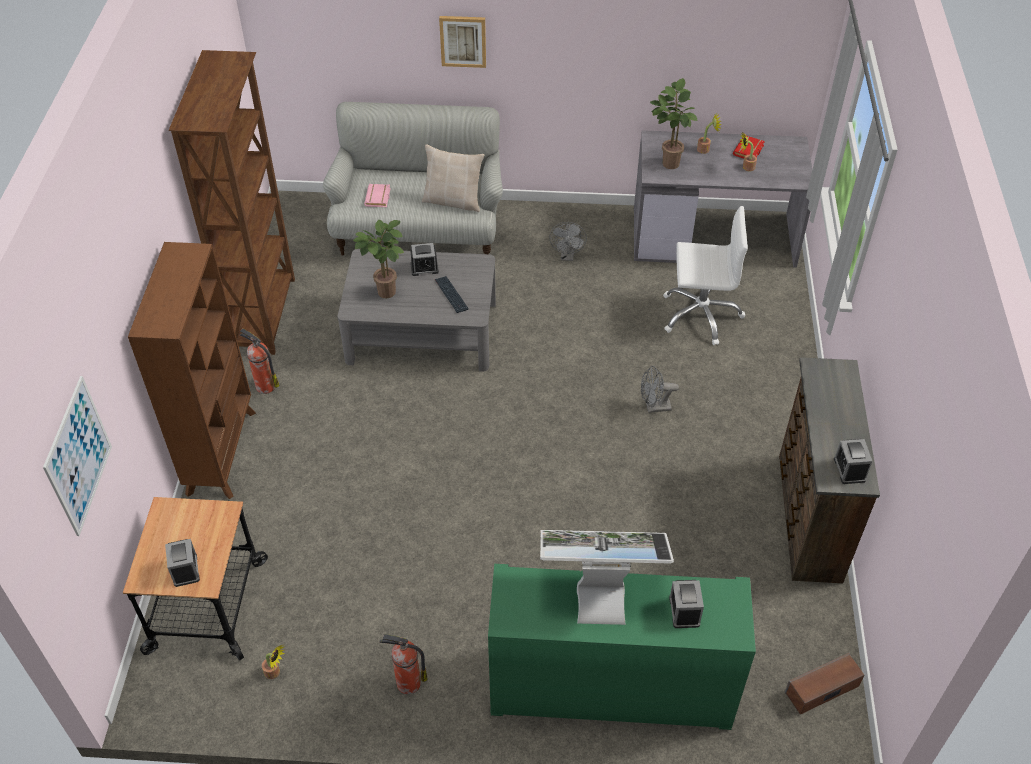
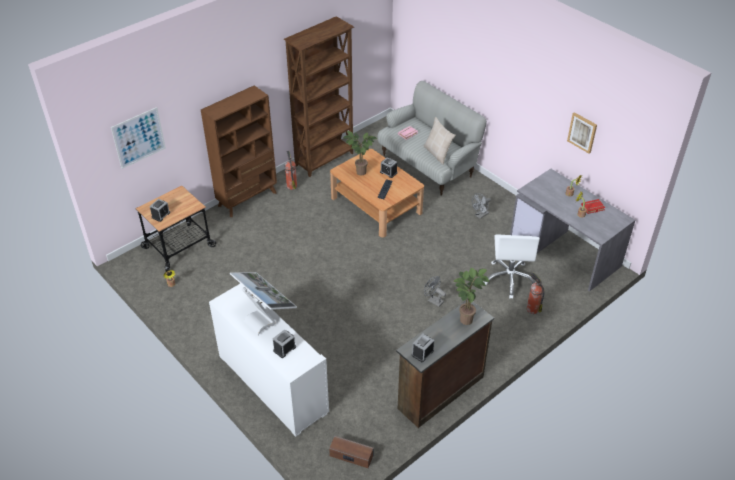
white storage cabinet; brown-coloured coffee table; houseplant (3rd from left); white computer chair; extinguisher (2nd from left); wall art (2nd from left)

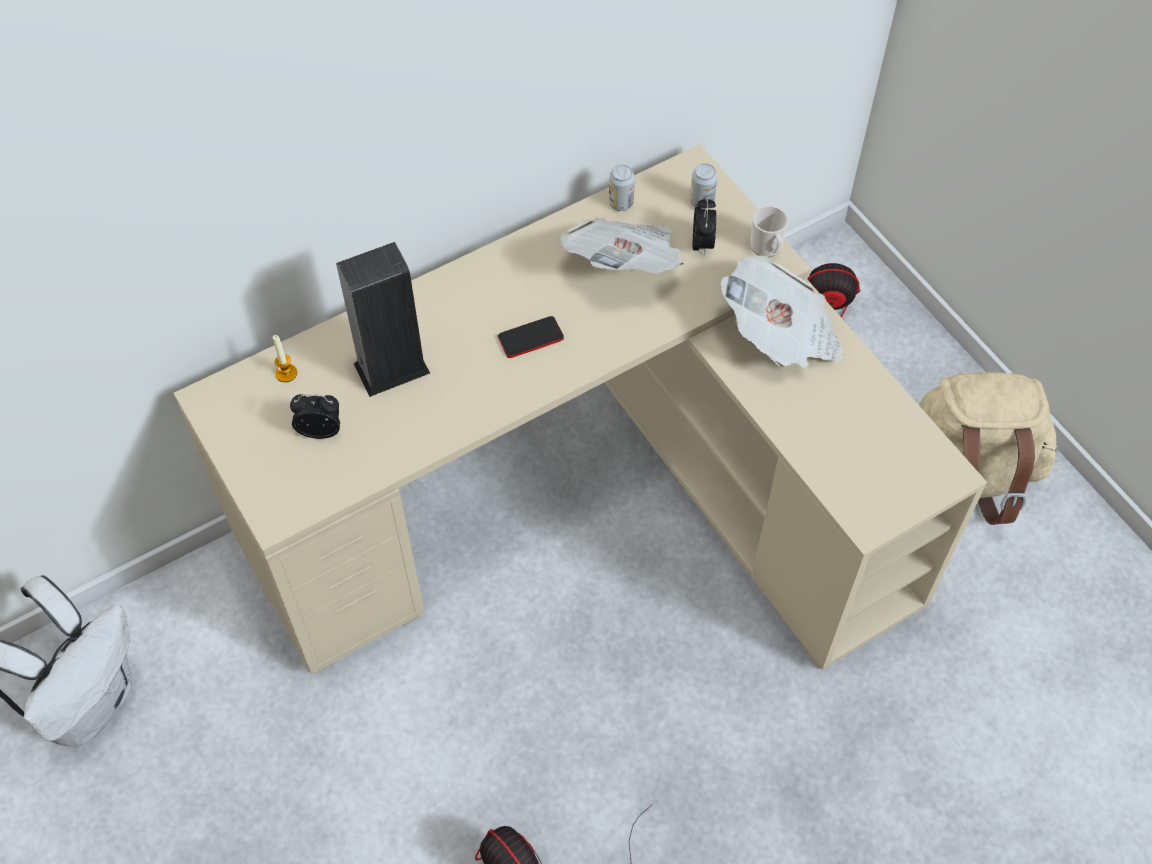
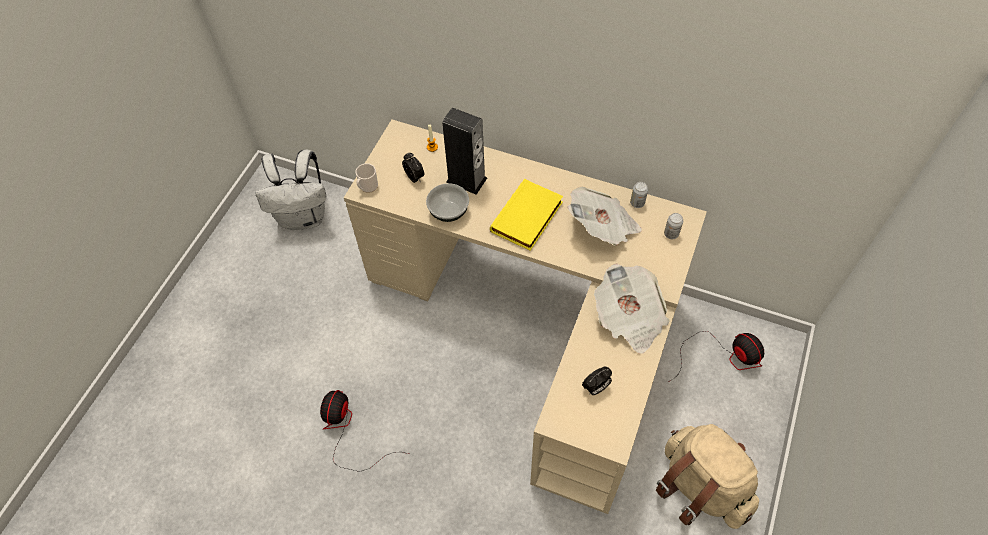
coffee mug; bowl; yellowish bound book; table clock (2nd from left)

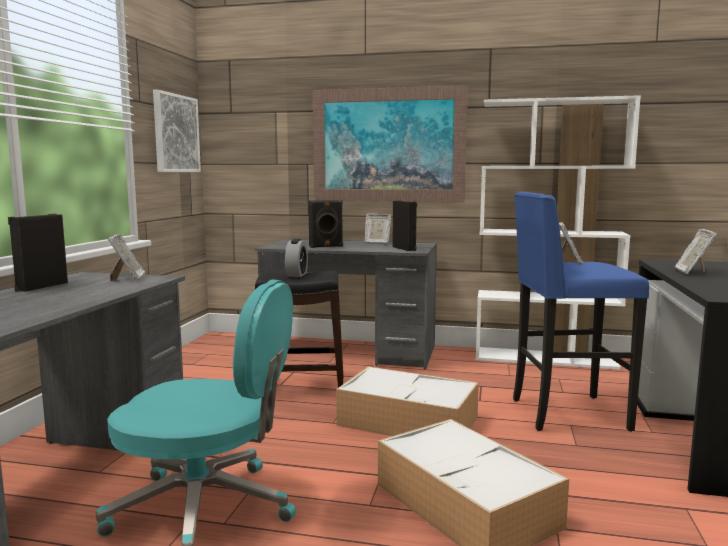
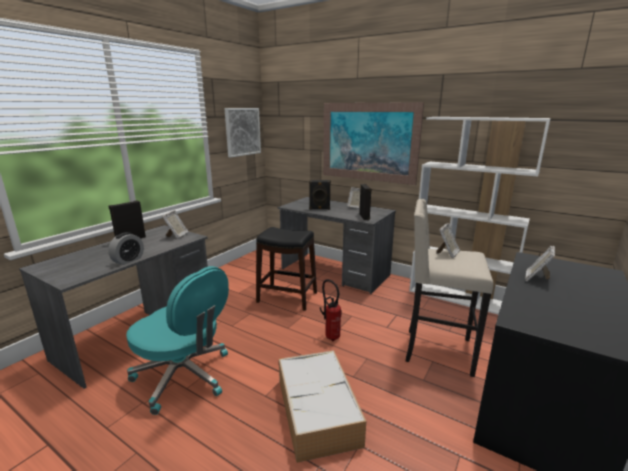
table clock; extinguisher; beige sitting stool

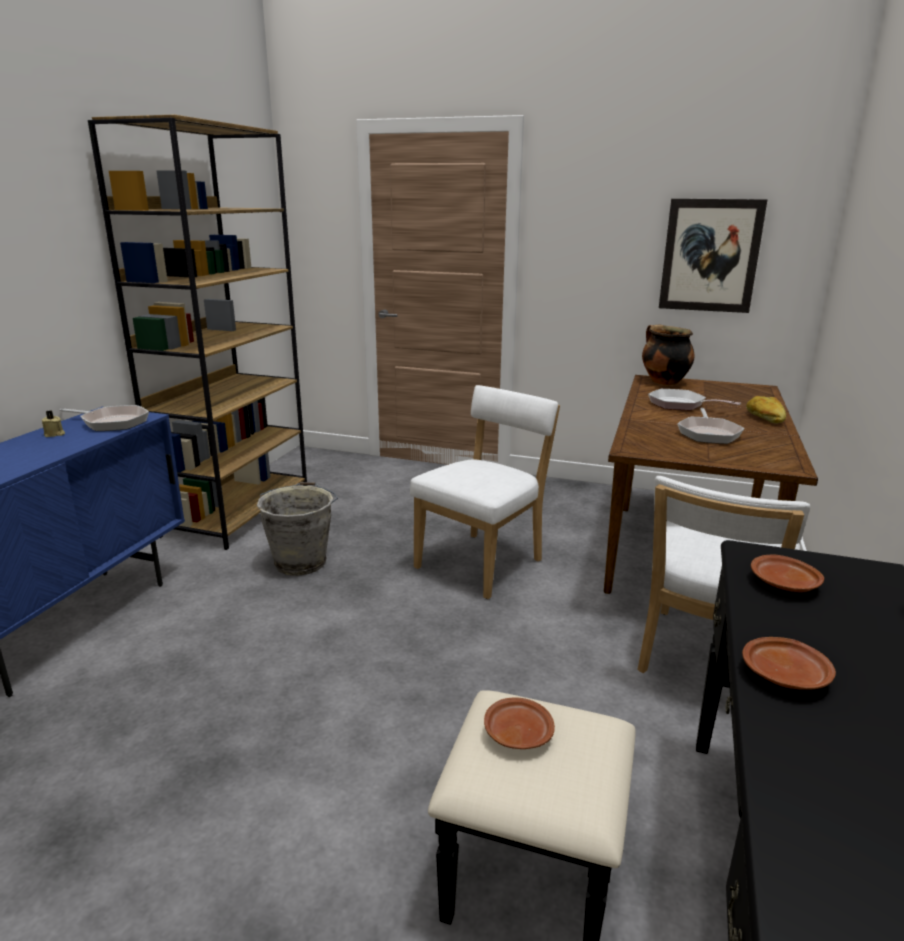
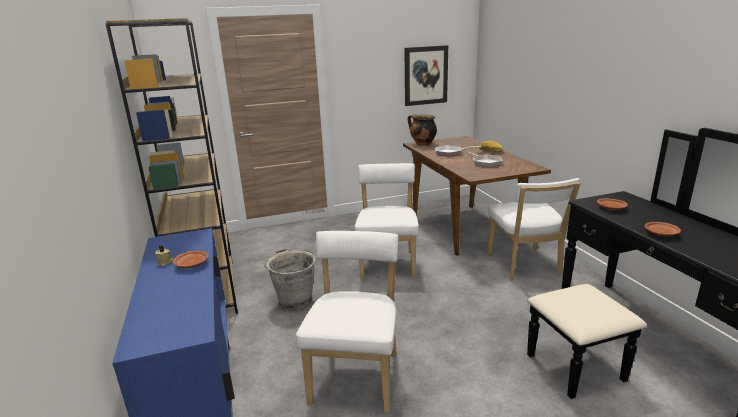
brown-coloured flat dish (1st from left); white plain chair (1st from left); skillet (1st from left in the first image)

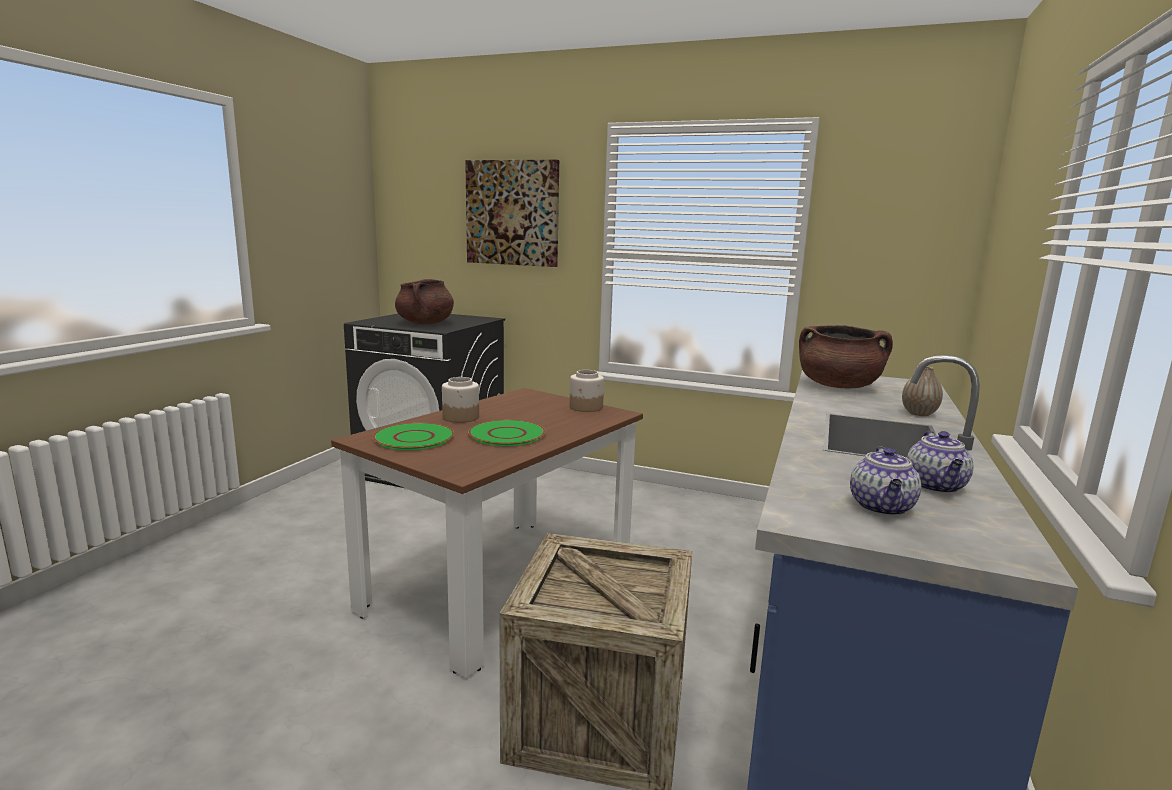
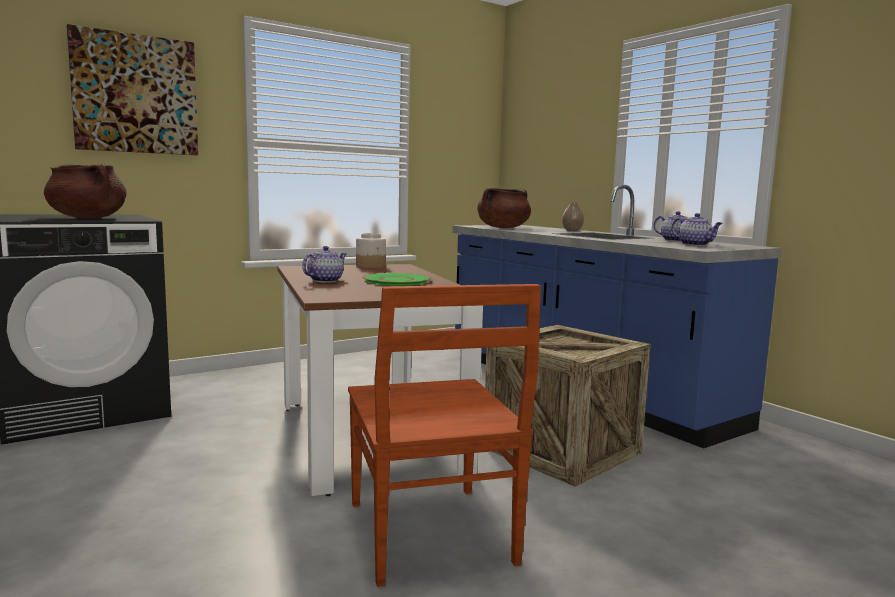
tea pot (1st from left); brown-coloured plain chair; green flat dish (1st from left in the first image)

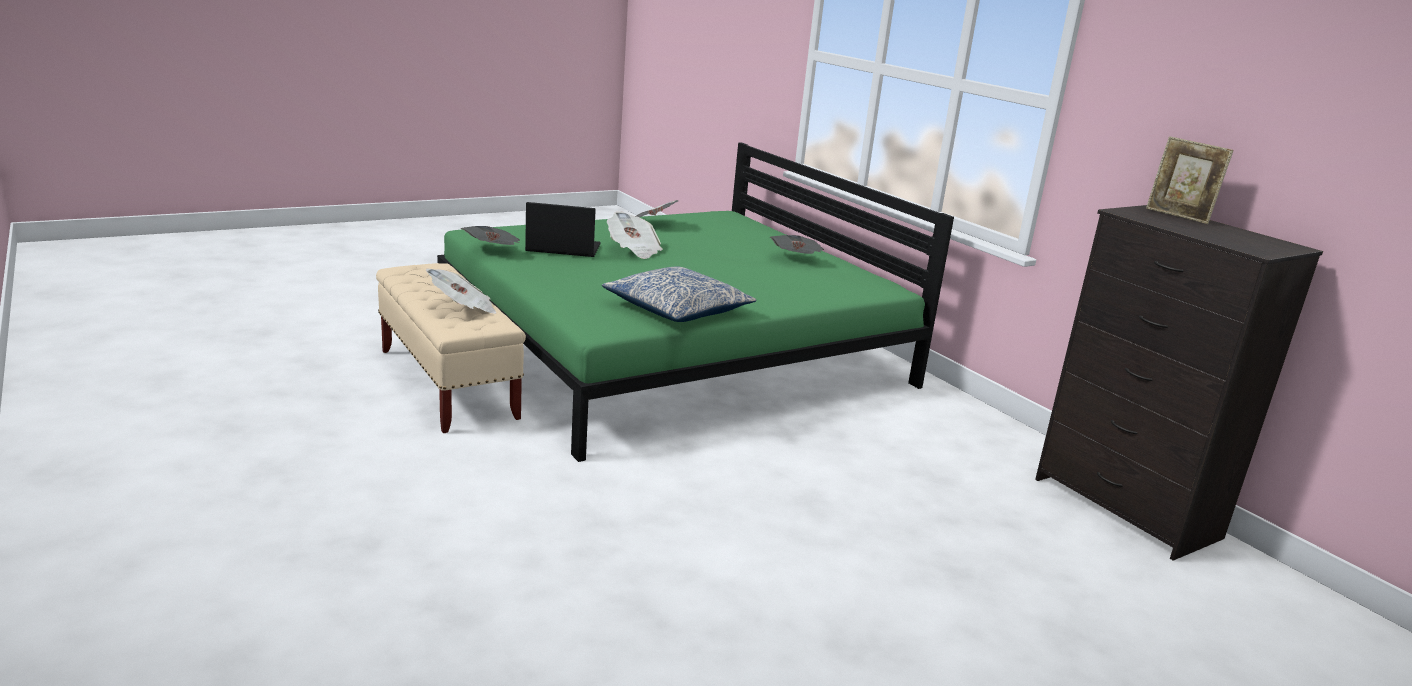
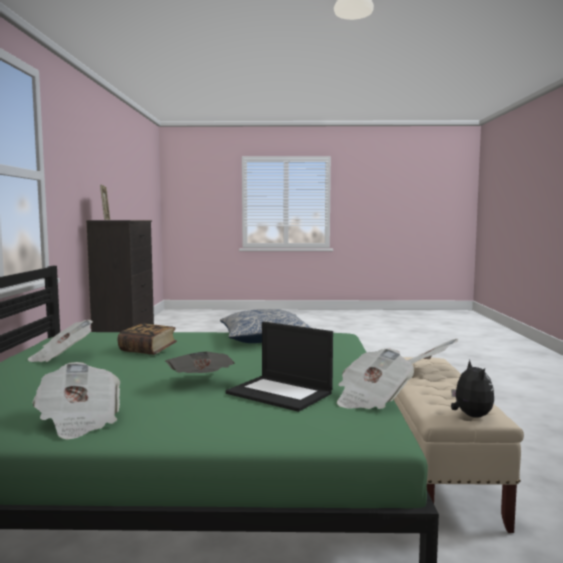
bound book; plush toy

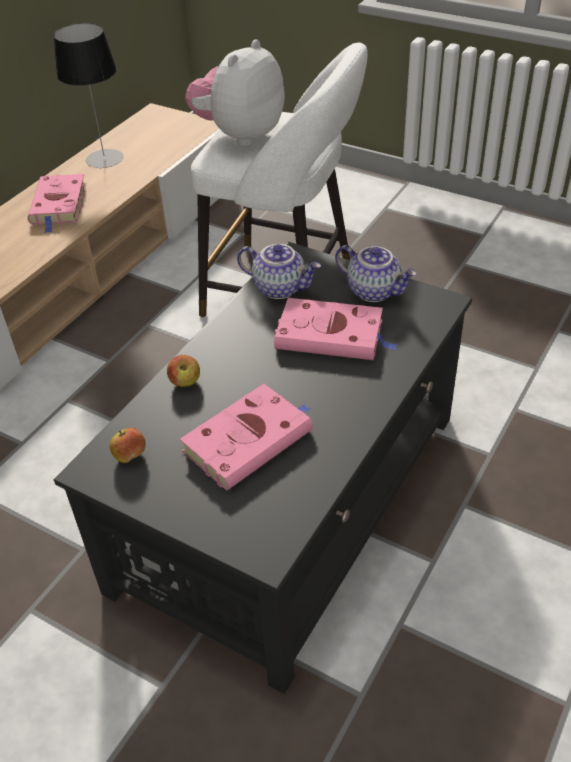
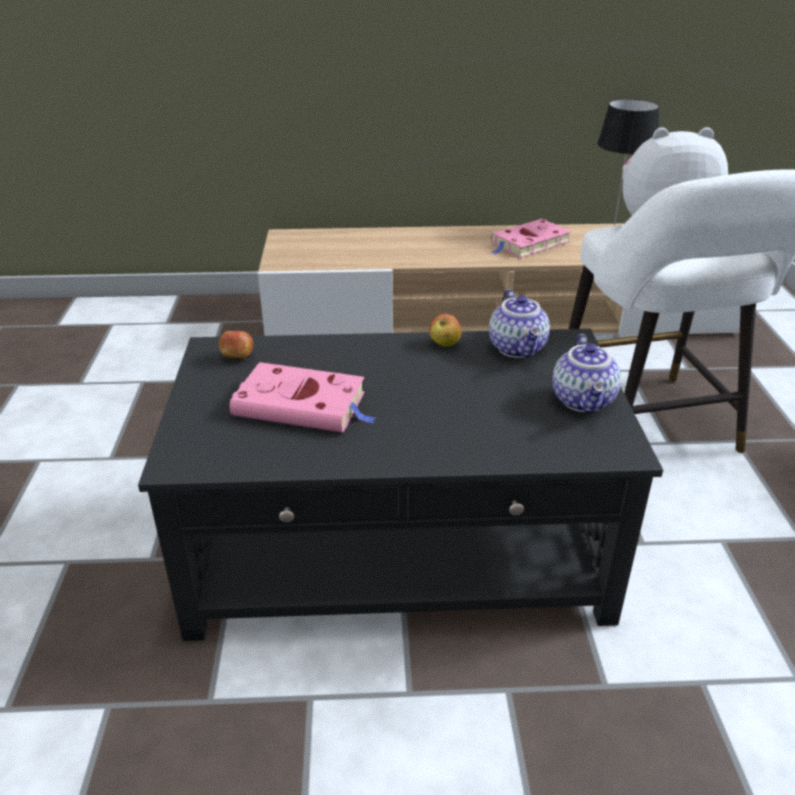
apple (2nd from left); pink bound book (3rd from left in the first image)

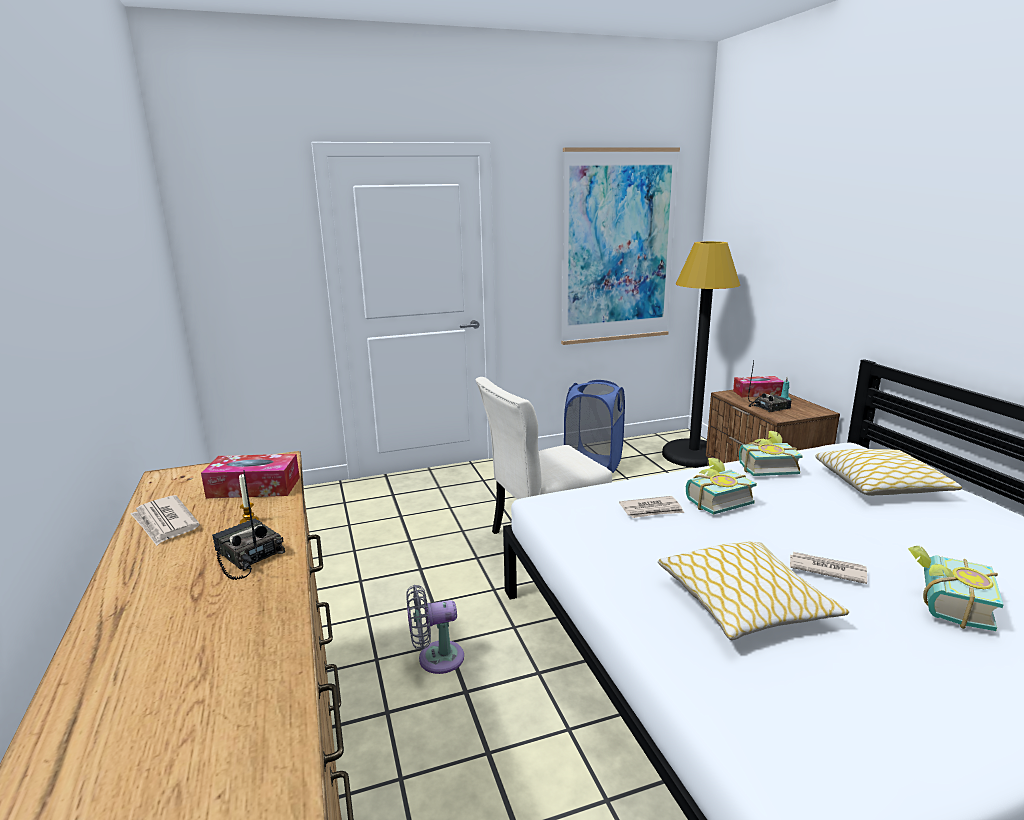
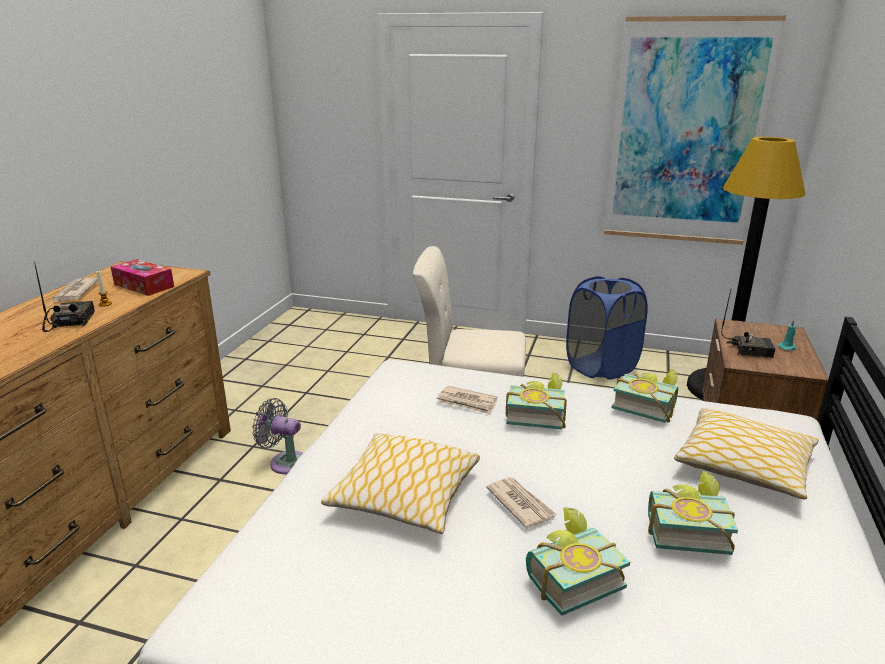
bound book (4th from left); tissue box (2nd from left in the first image)

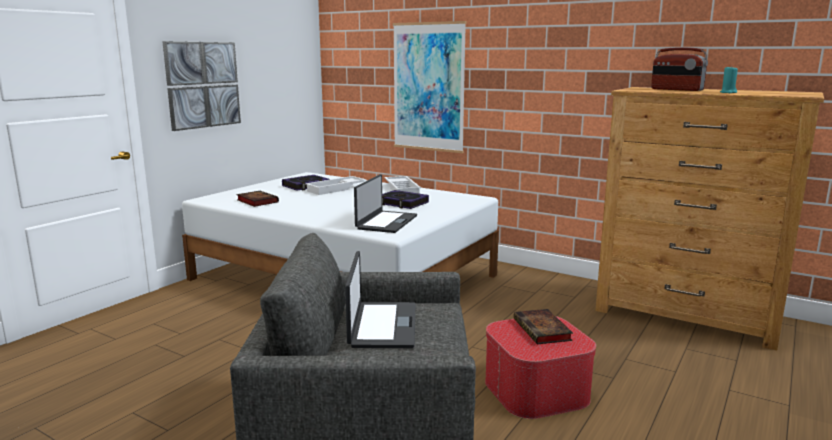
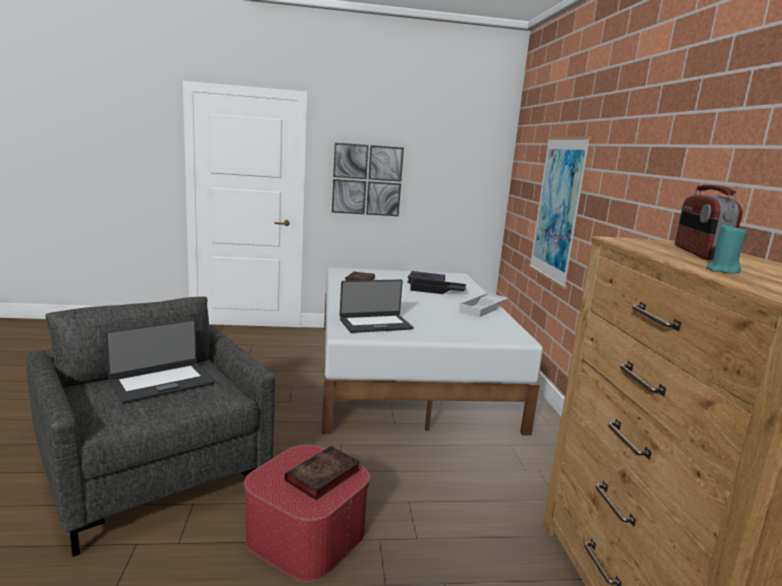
black-coloured tray; bound book (3rd from left in the first image)

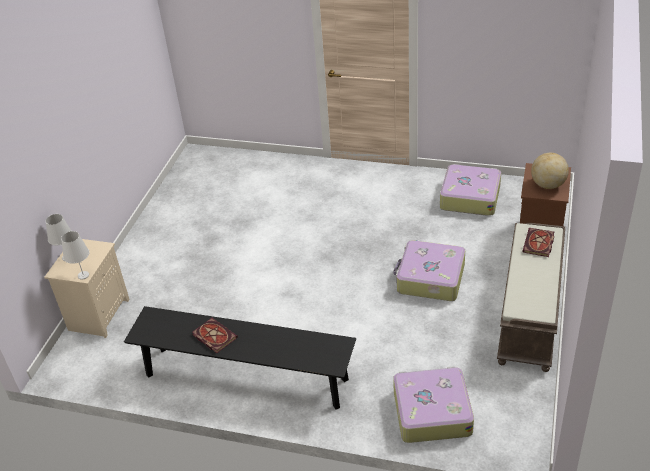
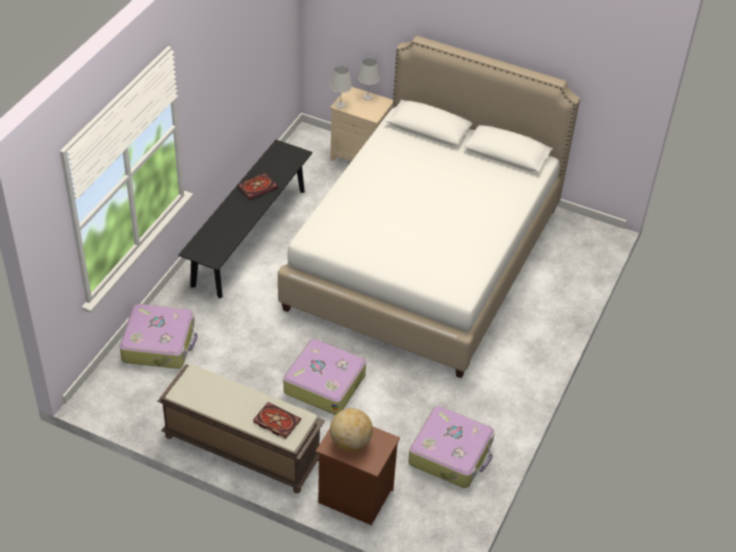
white bedroom bed

